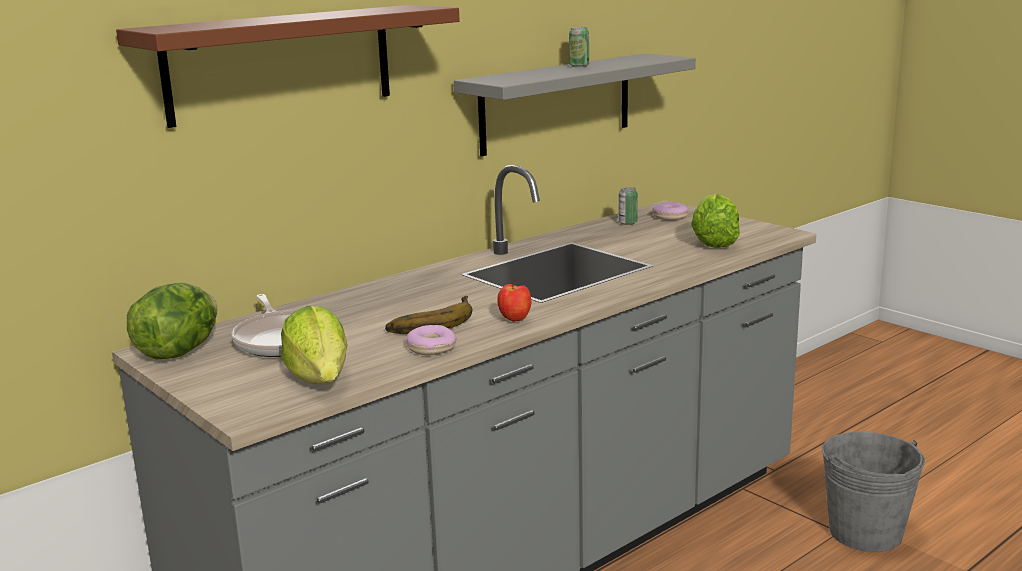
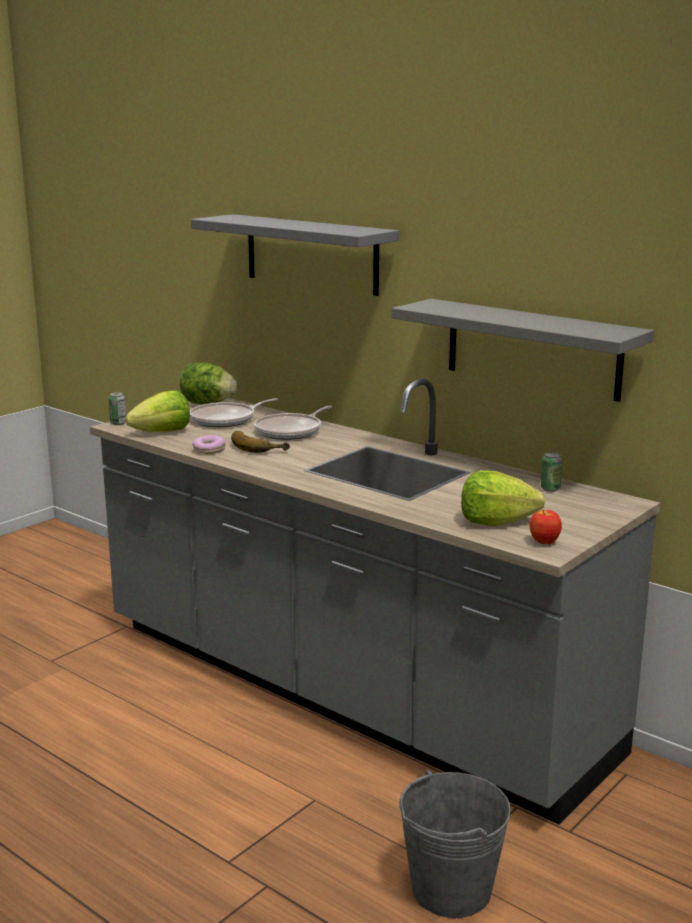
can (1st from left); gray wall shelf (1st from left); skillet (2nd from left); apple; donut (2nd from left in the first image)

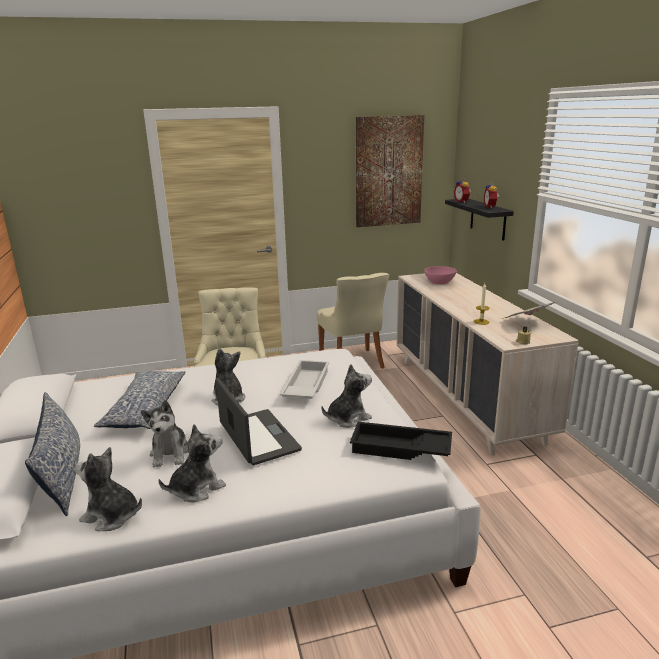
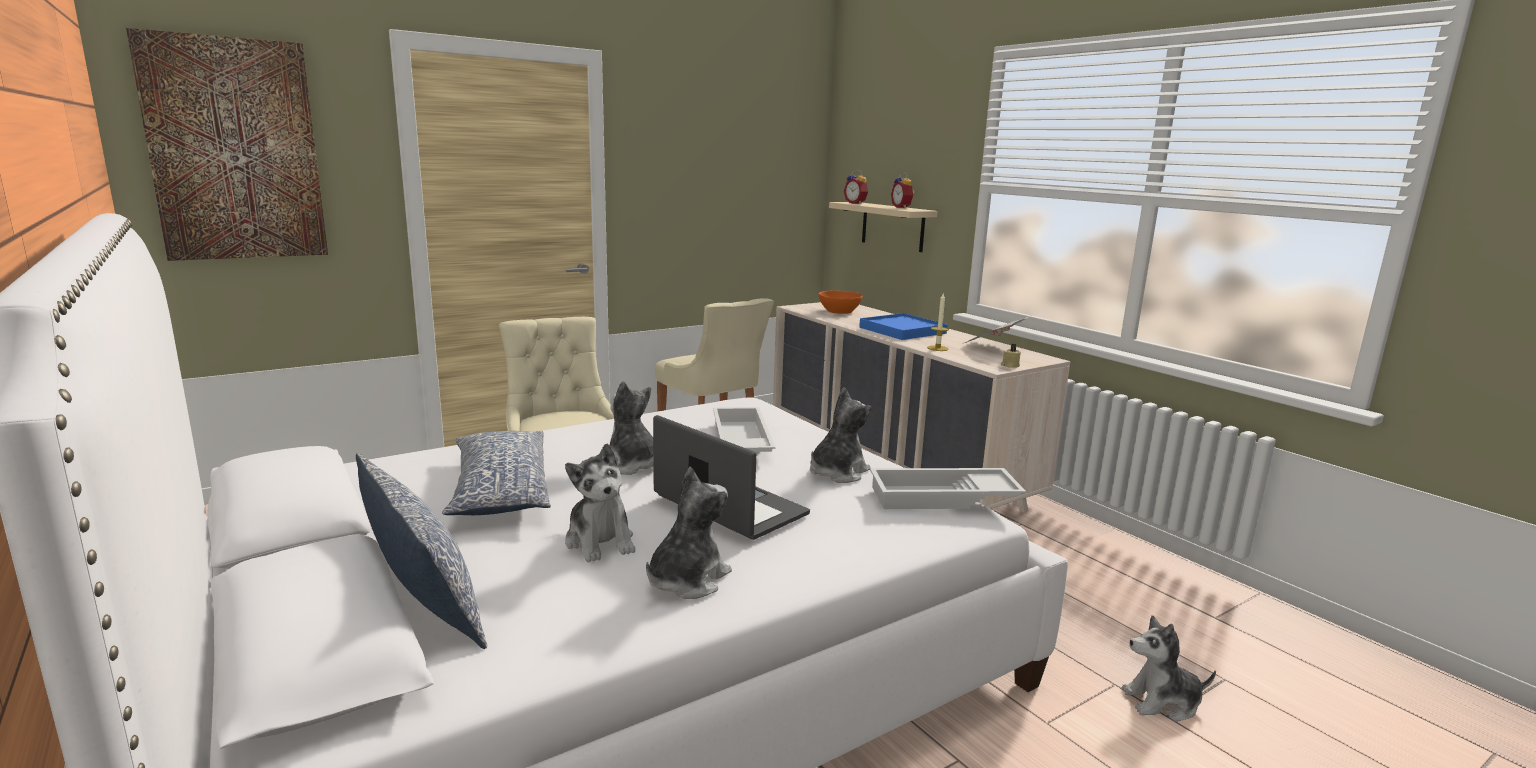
wall art; orange-coloured bowl; beige wall shelf; blue-coloured tray; white tray (2nd from left); plush toy (5th from left)

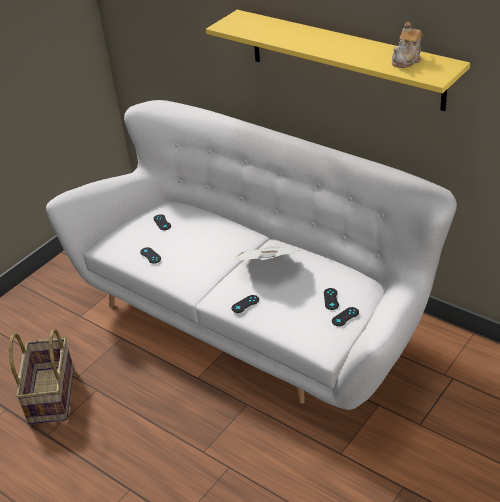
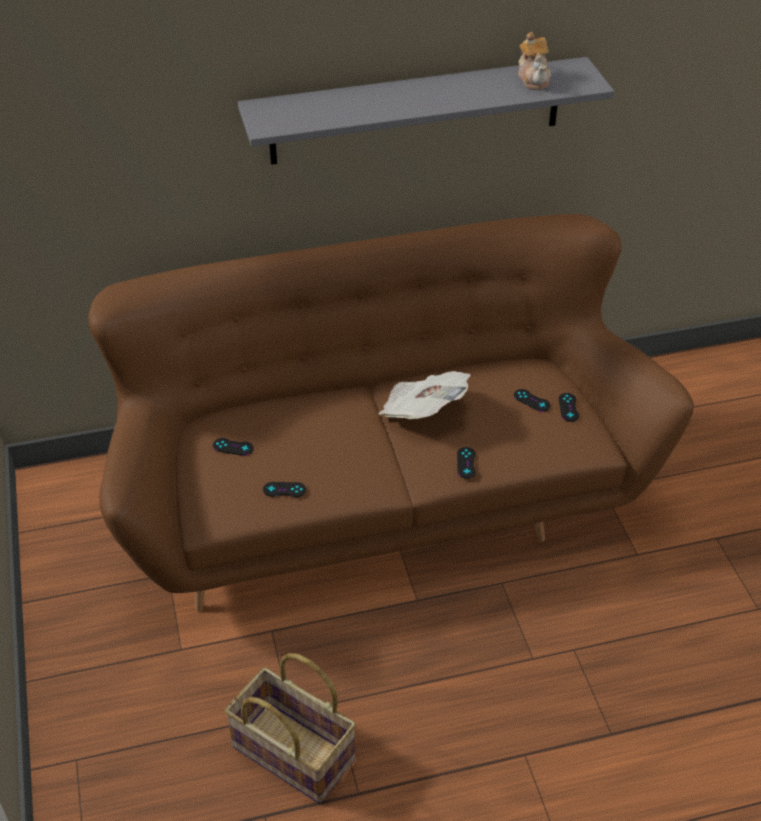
brown-coloured settee; gray wall shelf

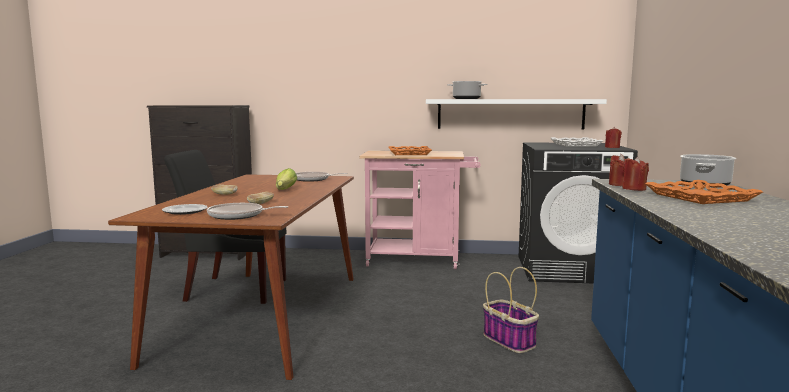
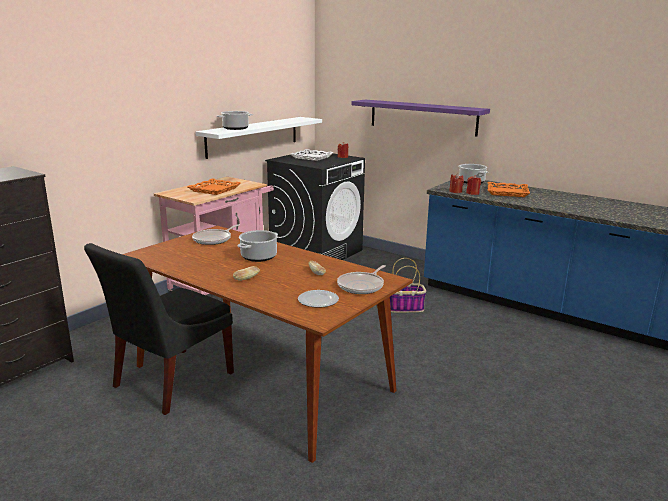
saucepot (2nd from left); purple wall shelf

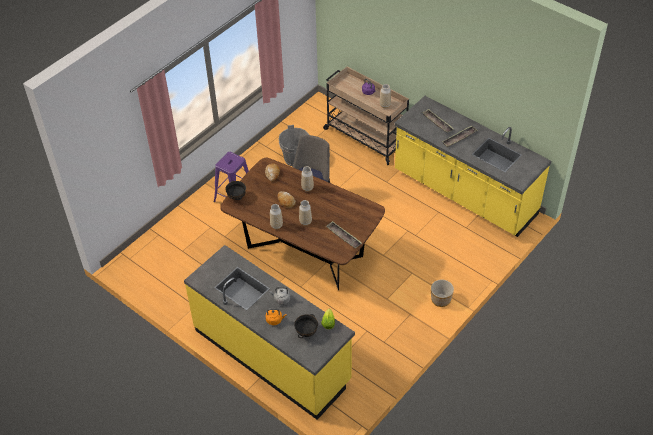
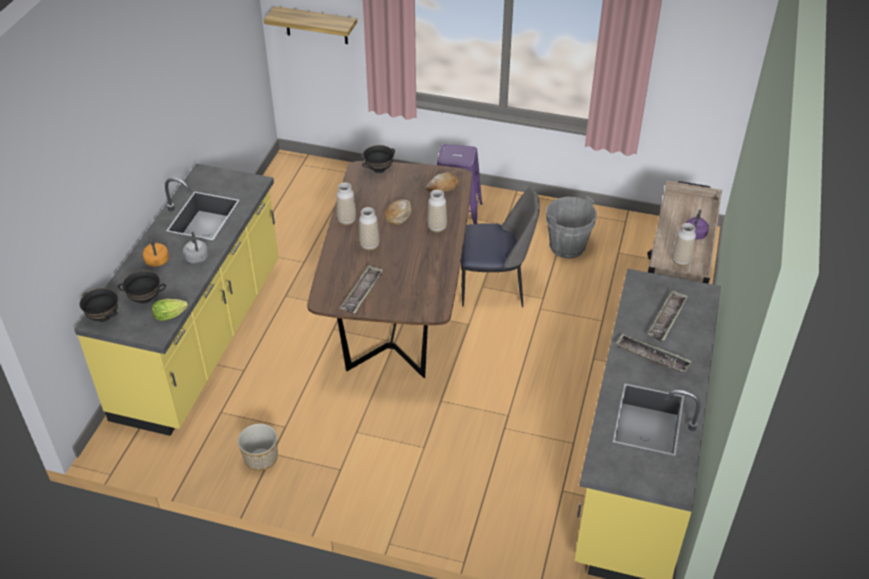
black-coloured bowl (1st from left); plant pot; wall shelf

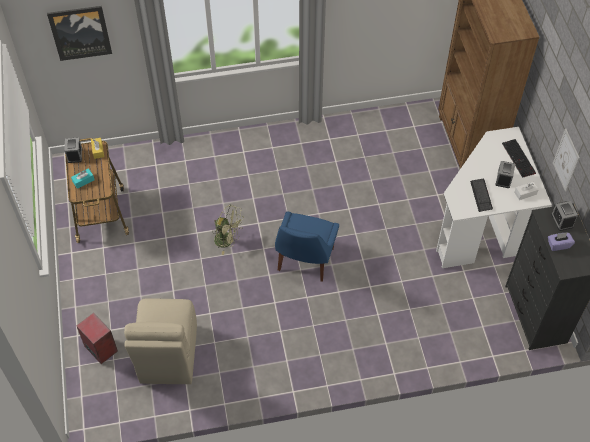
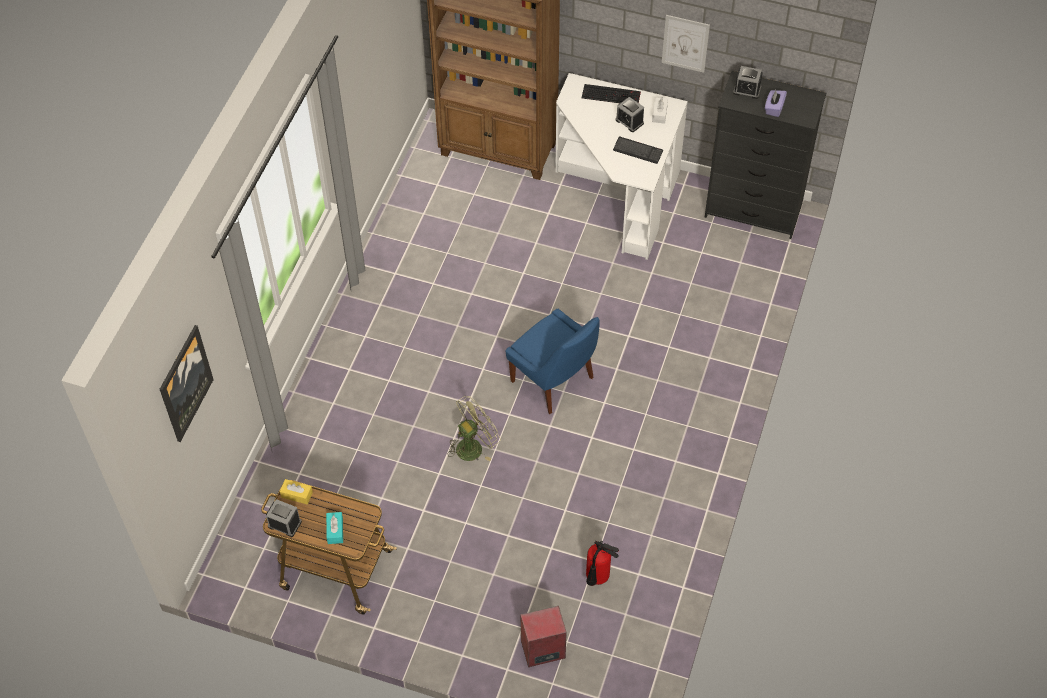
extinguisher

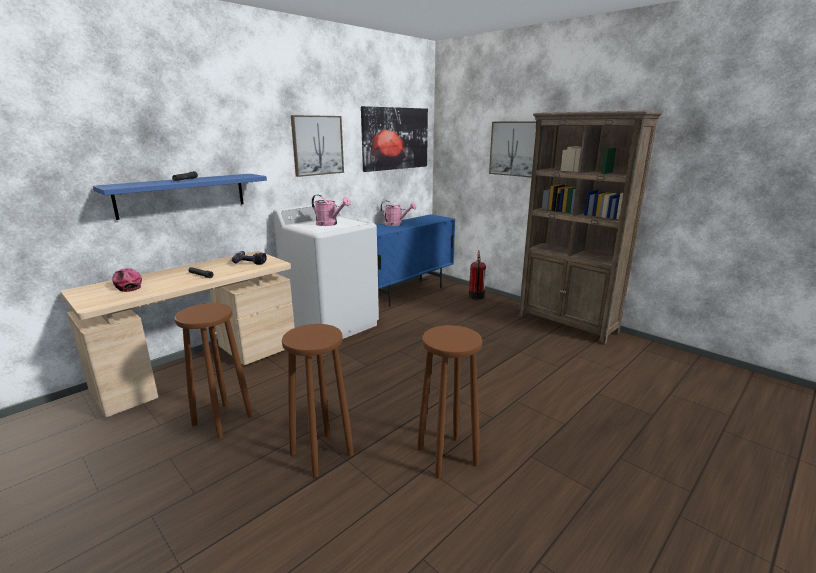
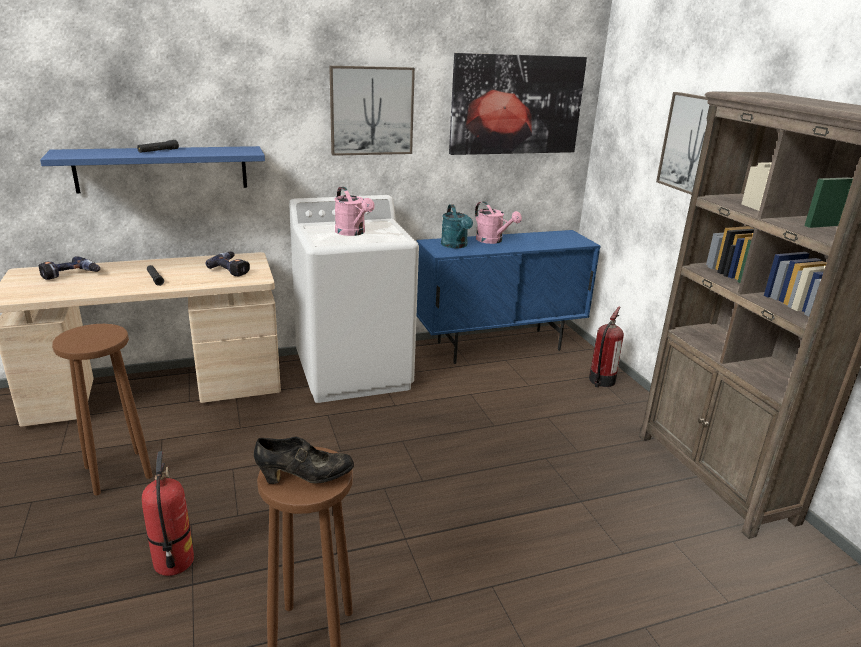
electric drill (1st from left); extinguisher (1st from left); black-coloured low shoe; turquoise sprinkling can

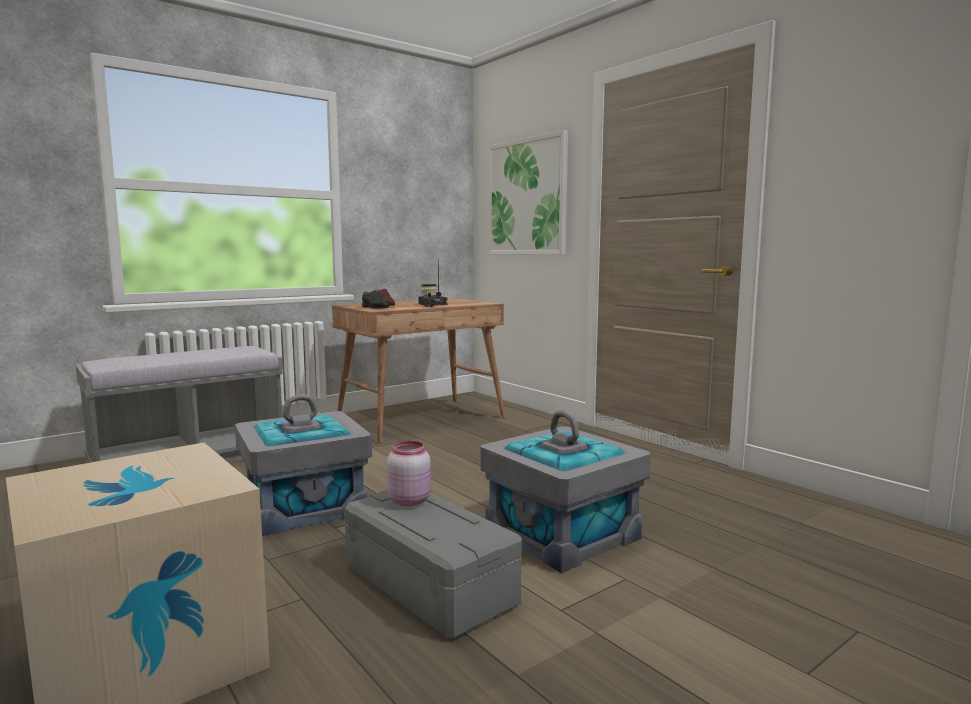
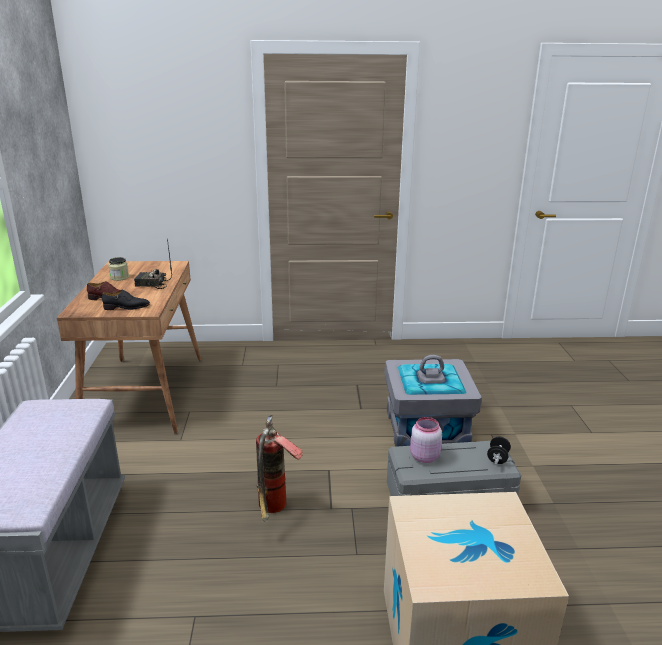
extinguisher; black-coloured free weight; wall art

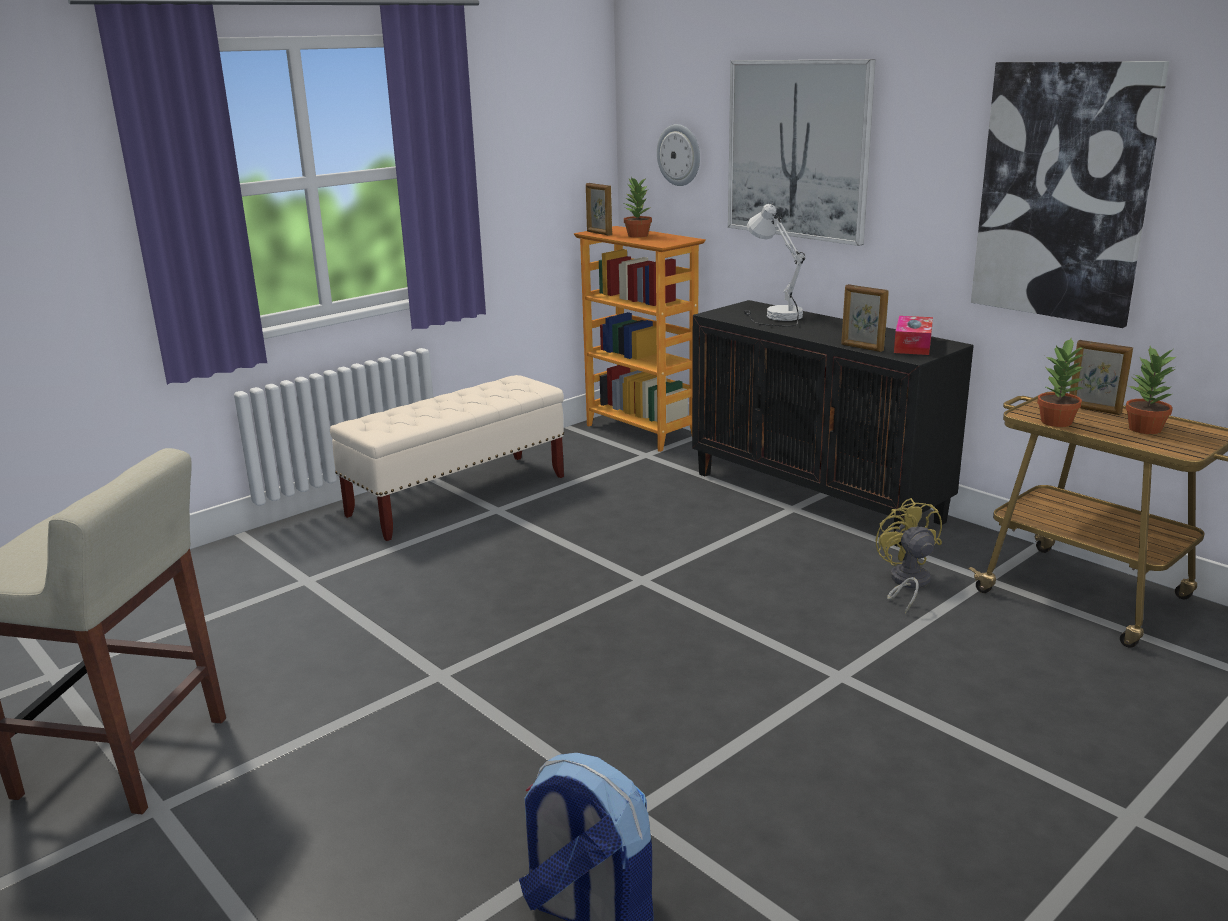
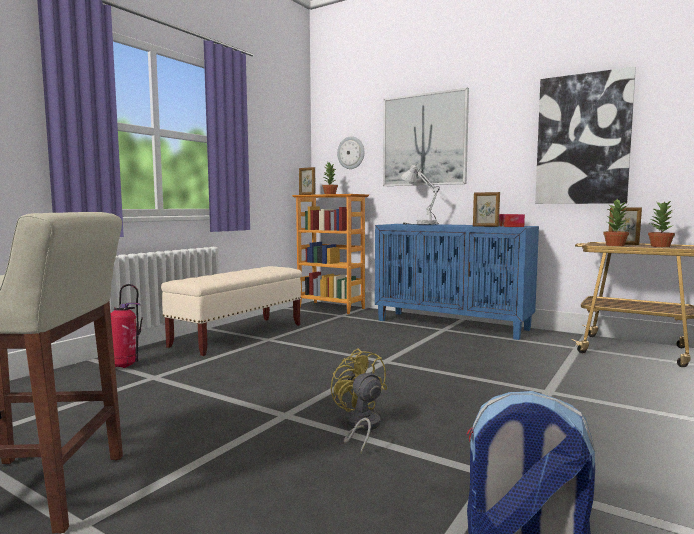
extinguisher; yellowish electric fan; blue-coloured storage cabinet

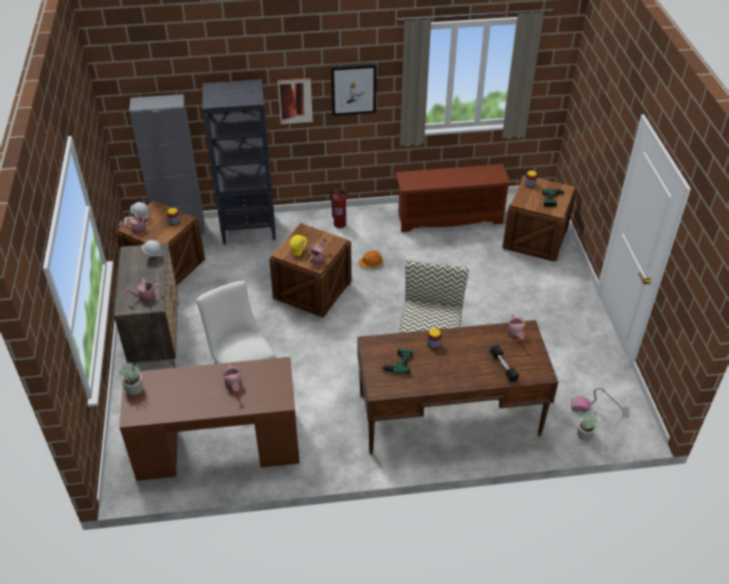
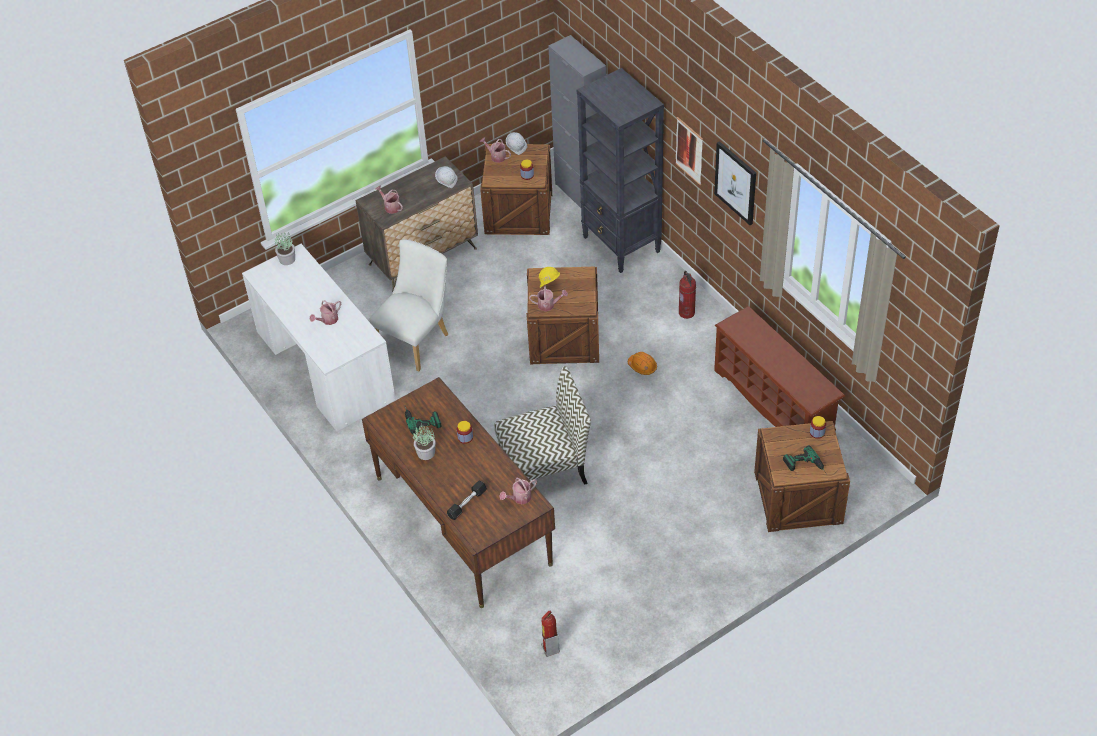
white desk unit; houseplant (2nd from left); extinguisher (1st from left)

